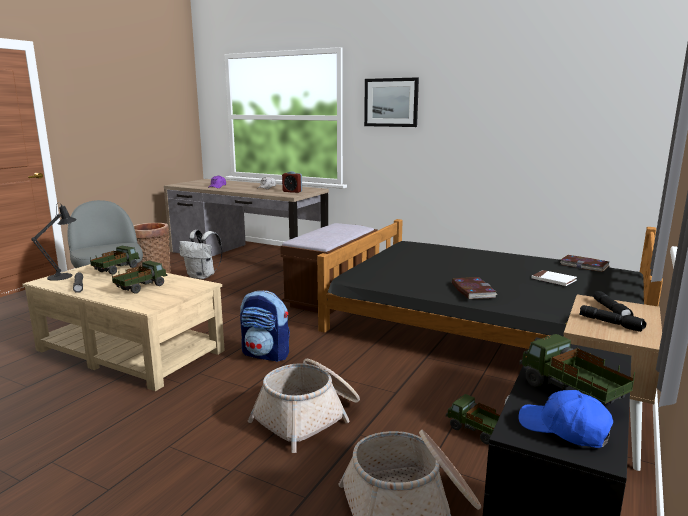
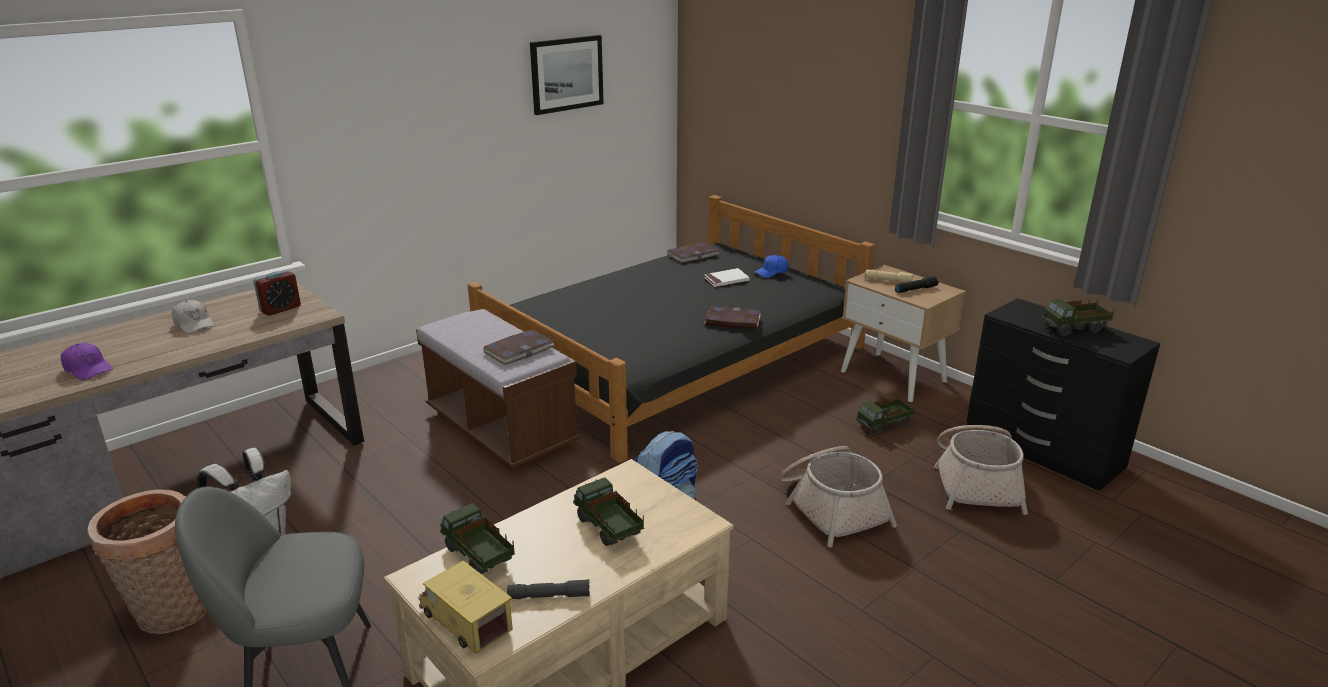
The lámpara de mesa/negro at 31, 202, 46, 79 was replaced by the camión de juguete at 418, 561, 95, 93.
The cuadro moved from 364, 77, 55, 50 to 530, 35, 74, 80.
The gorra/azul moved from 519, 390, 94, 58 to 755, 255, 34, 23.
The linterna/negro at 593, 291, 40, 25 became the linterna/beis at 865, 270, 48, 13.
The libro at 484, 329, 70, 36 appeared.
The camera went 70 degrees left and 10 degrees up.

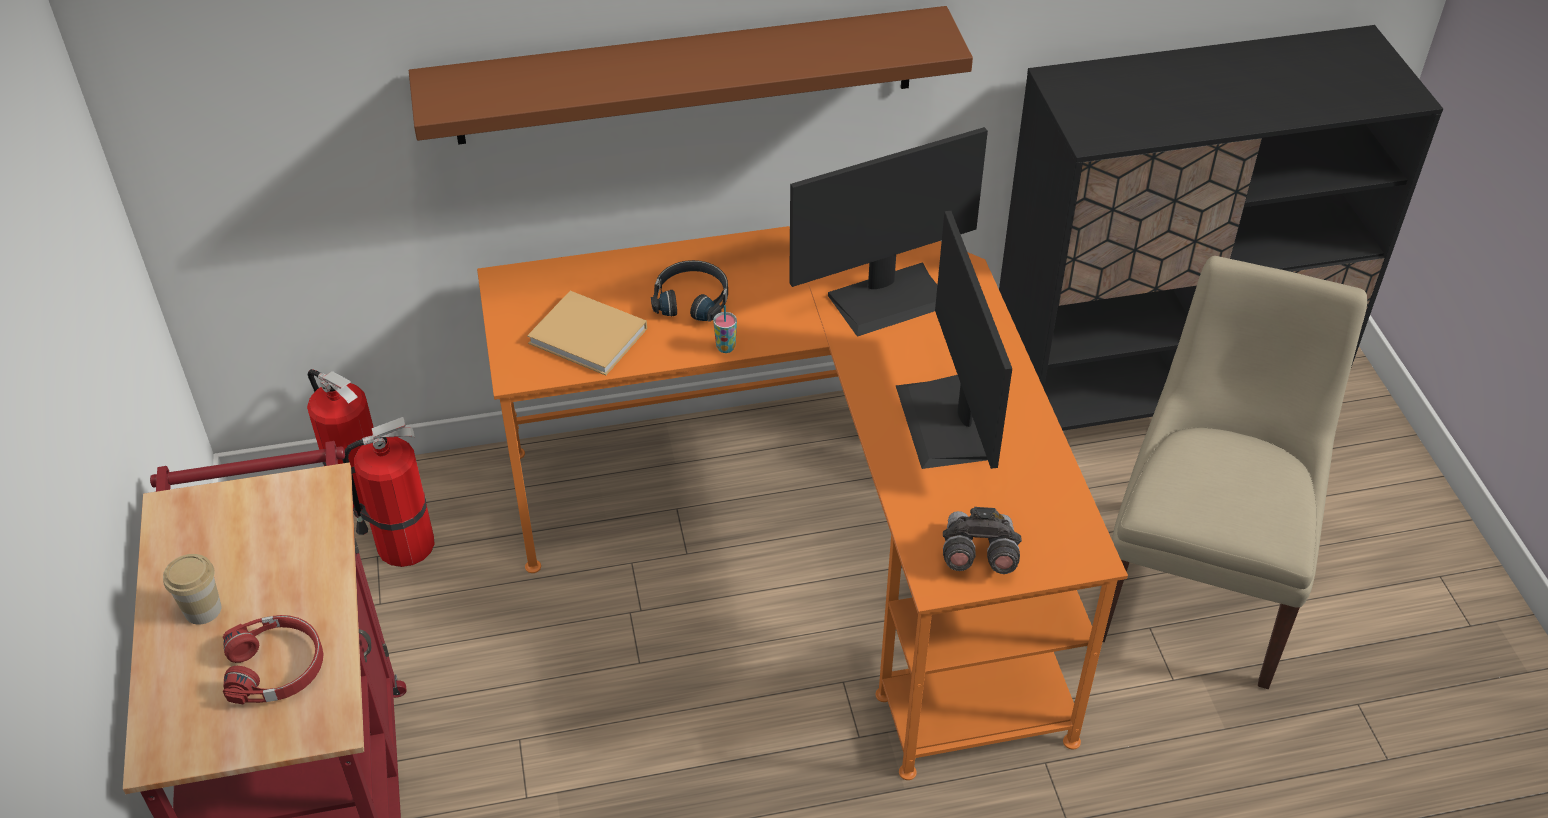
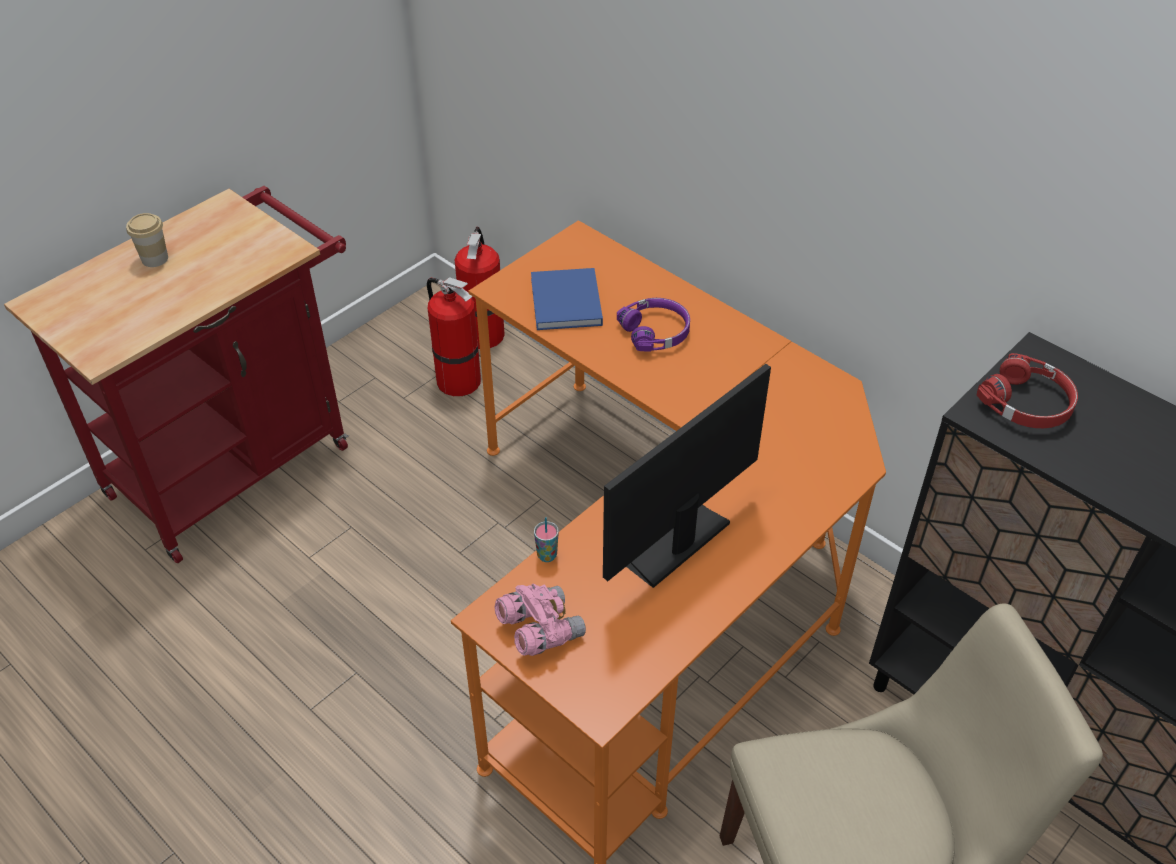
The auriculares/rojo moved from 223, 615, 100, 89 to 976, 353, 102, 75.
The estante/marrón at 409, 6, 564, 139 disappeared.
The libro/beis at 527, 291, 120, 84 became the libro/azul at 531, 268, 72, 62.
The auriculares/negro at 651, 260, 77, 62 became the auriculares/morado at 617, 298, 73, 53.
The taza moved from 713, 305, 24, 48 to 534, 517, 25, 45.
The monitor at 789, 127, 199, 210 disappeared.
The prismáticos/gris at 943, 507, 79, 67 became the prismáticos/rosa at 494, 584, 92, 72.
The camera went 55 degrees right and 0 degrees up.

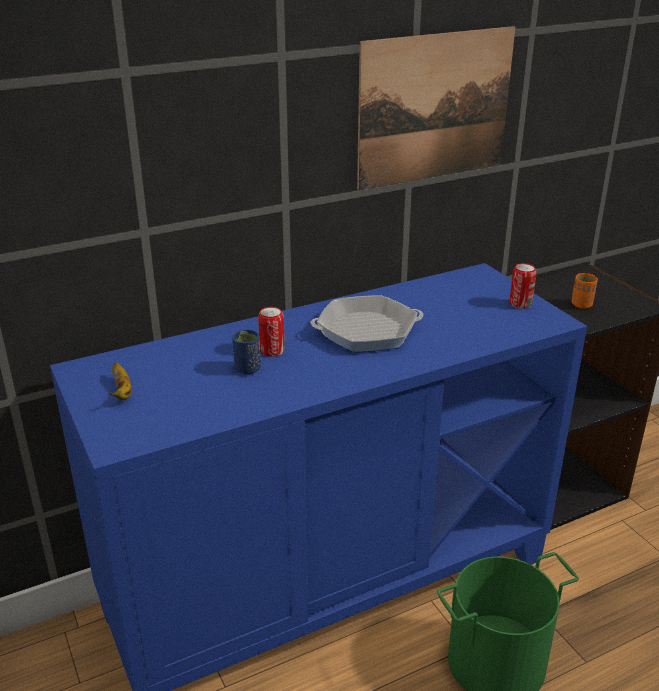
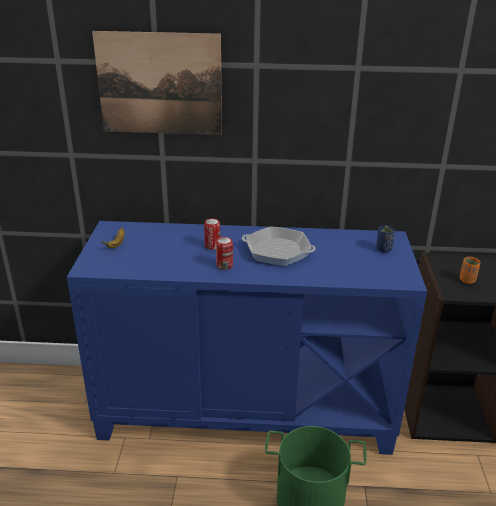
The taza/azul moved from 232, 330, 29, 44 to 376, 225, 19, 28.
The cuadro moved from 357, 26, 158, 164 to 92, 31, 130, 104.
The lata moved from 510, 263, 27, 46 to 216, 237, 17, 33.
The camera went 30 degrees right and 0 degrees up.

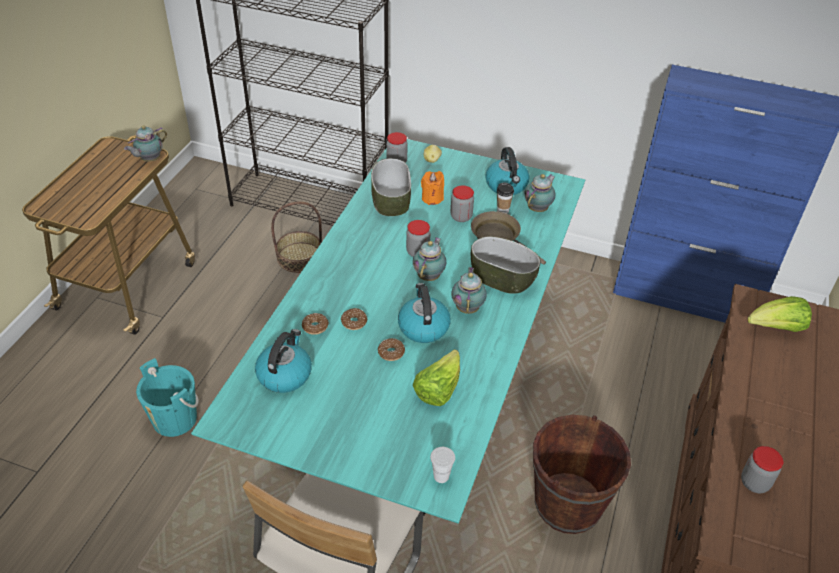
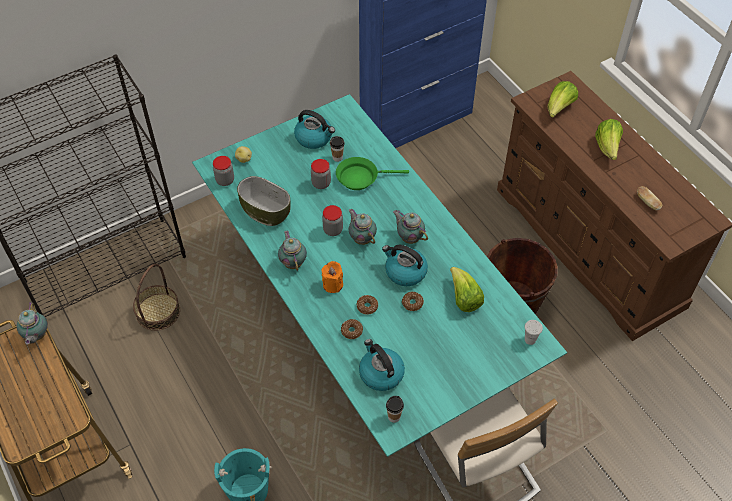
The vela/naranja moved from 421, 171, 23, 34 to 321, 261, 22, 32.
The sartén/marrón at 471, 211, 75, 54 became the sartén/verde at 336, 157, 73, 33.
The cuenco at 471, 236, 70, 58 disappeared.
The tetera moved from 525, 174, 30, 38 to 278, 231, 29, 40.
The tarro at 741, 446, 42, 47 was replaced by the pan at 637, 186, 25, 24.
The taza at 386, 396, 18, 27 appeared.
The lechuga at 595, 119, 28, 41 appeared.
The camera went 50 degrees left and 10 degrees up.

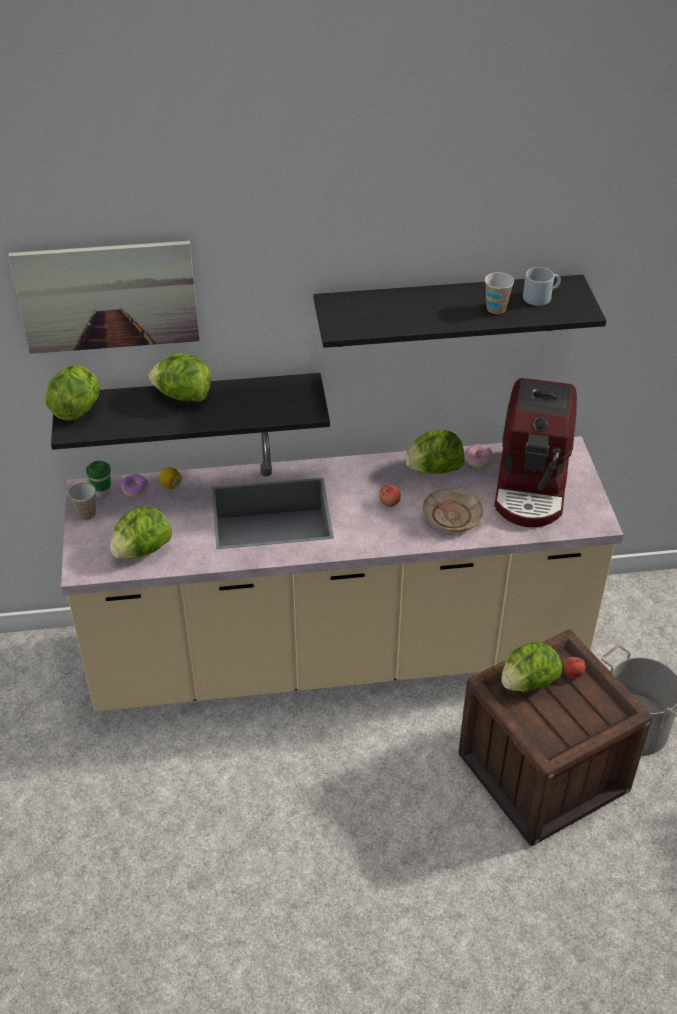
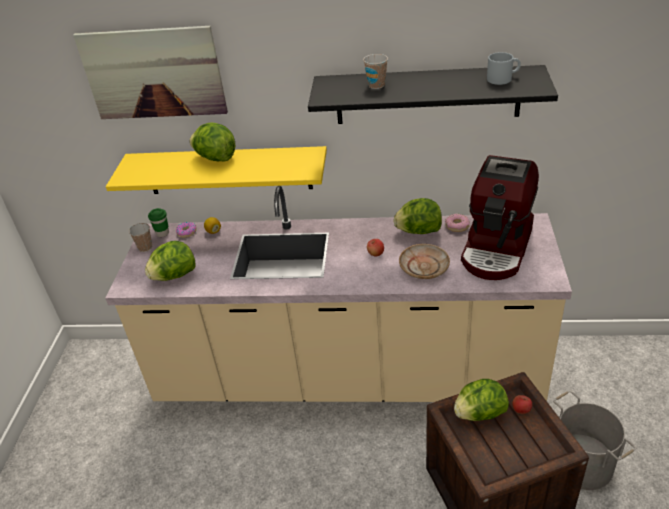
The lechuga at 45, 365, 55, 56 disappeared.
The estante/negro at 51, 373, 279, 77 became the estante/amarillo at 106, 146, 221, 48.
The taza moved from 485, 272, 29, 42 to 363, 54, 25, 35.
The camera went 15 degrees right and 5 degrees down.

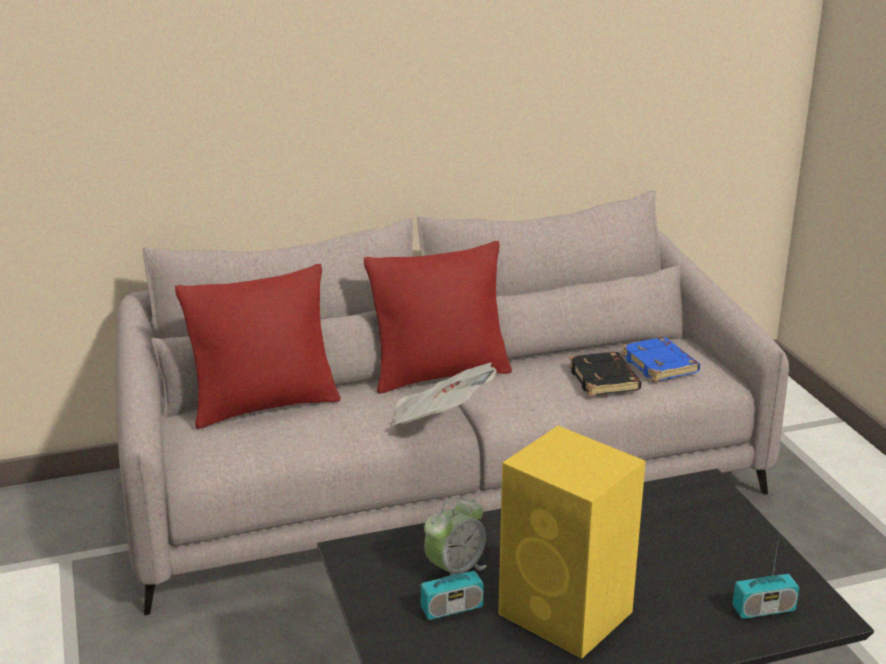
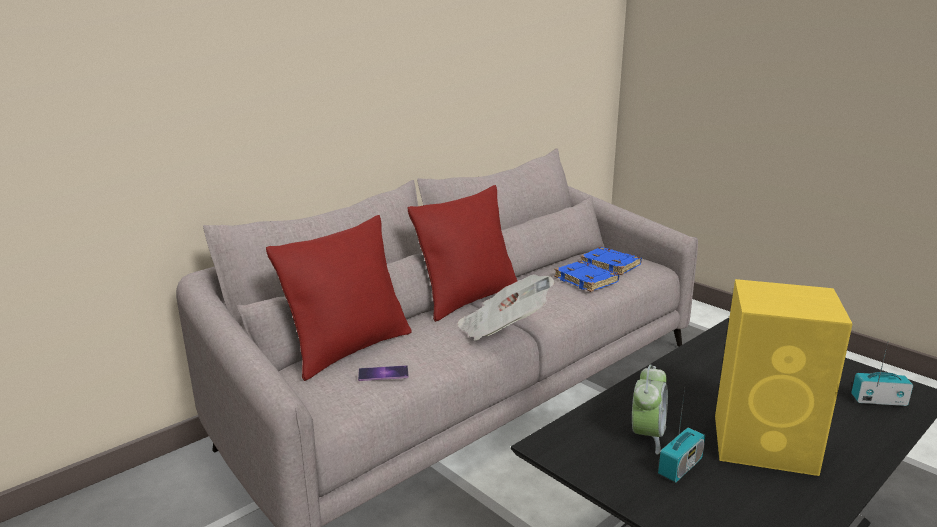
The libro/negro at 569, 352, 72, 44 became the libro/azul at 554, 261, 65, 31.
The radio at 732, 530, 67, 89 turned 135 degrees counterclockwise.
The móvil at 358, 365, 51, 16 appeared.
The camera went 25 degrees left and 5 degrees down.

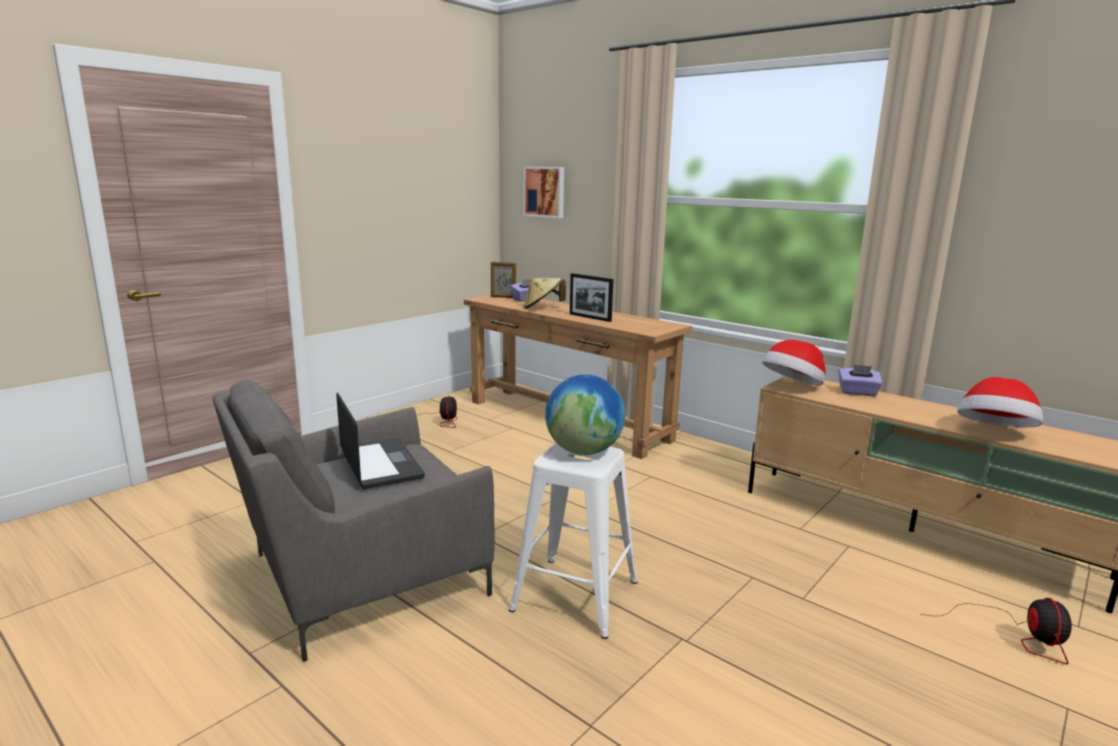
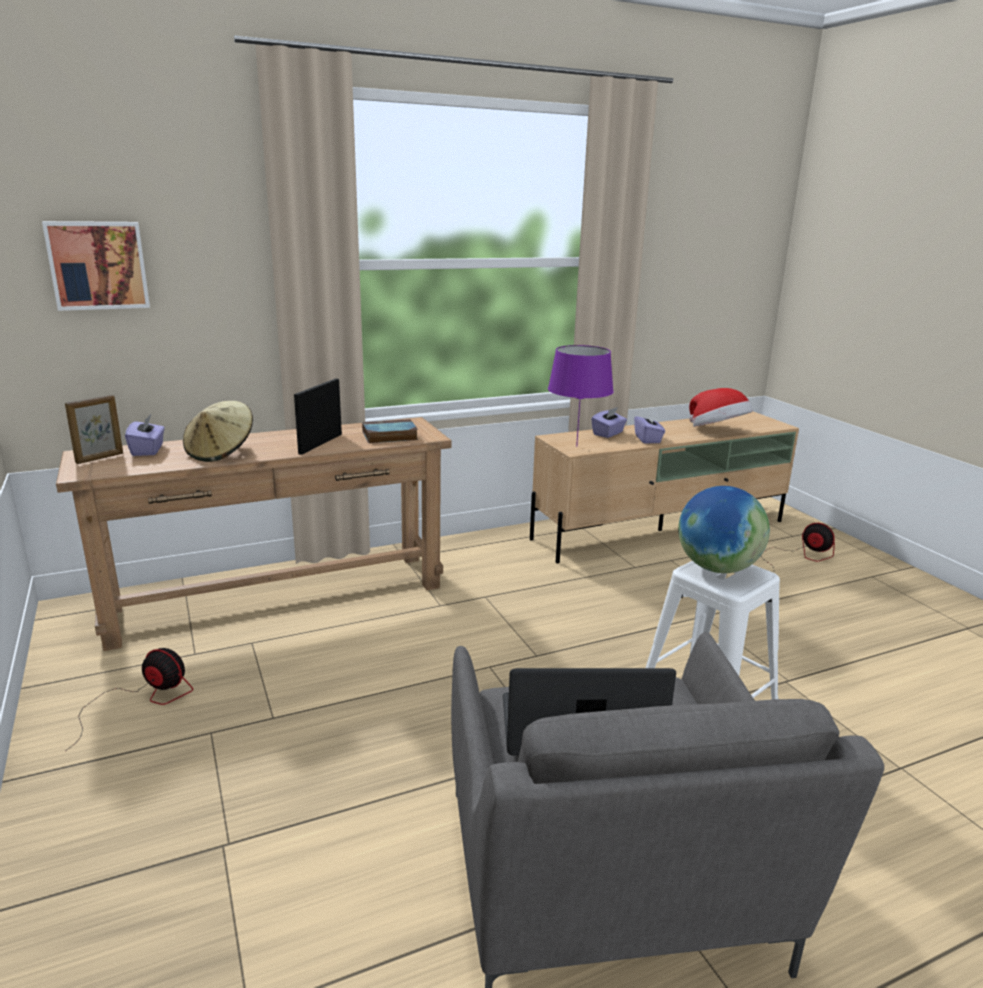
The portarretratos at 570, 273, 43, 49 turned 135 degrees clockwise.
The sombrero at 762, 340, 64, 45 was replaced by the lámpara de mesa/morado at 548, 345, 66, 102.
The libro at 362, 419, 56, 24 appeared.
The caja de pañuelos/morado at 634, 412, 31, 31 appeared.
The camera went 65 degrees left and 5 degrees up.

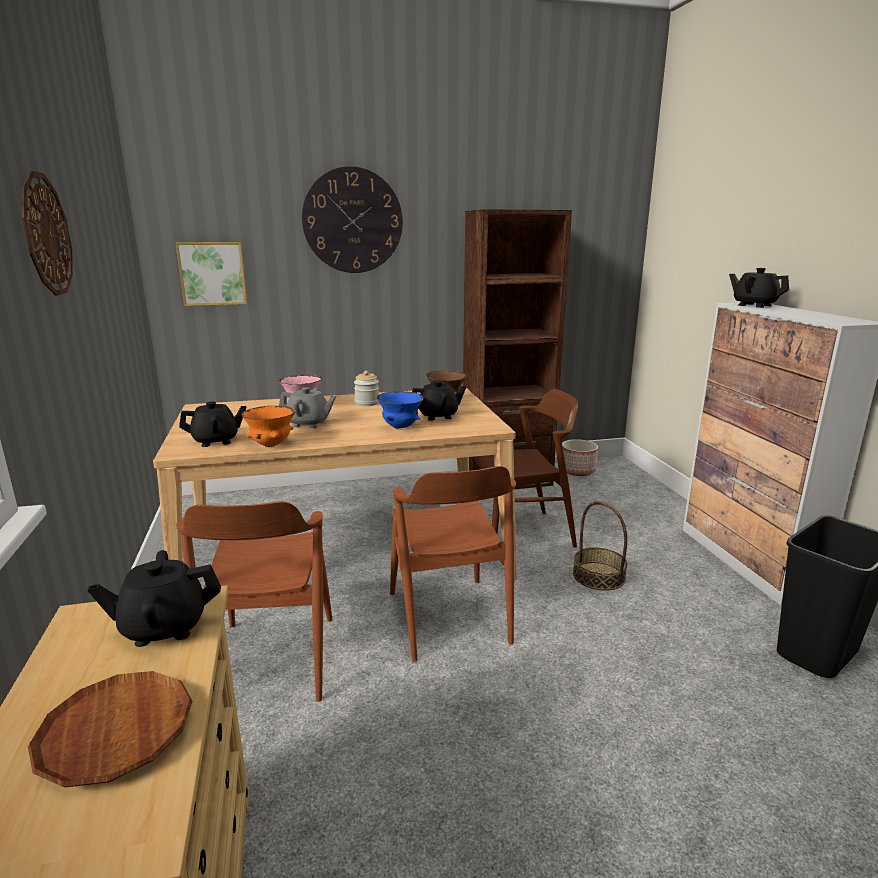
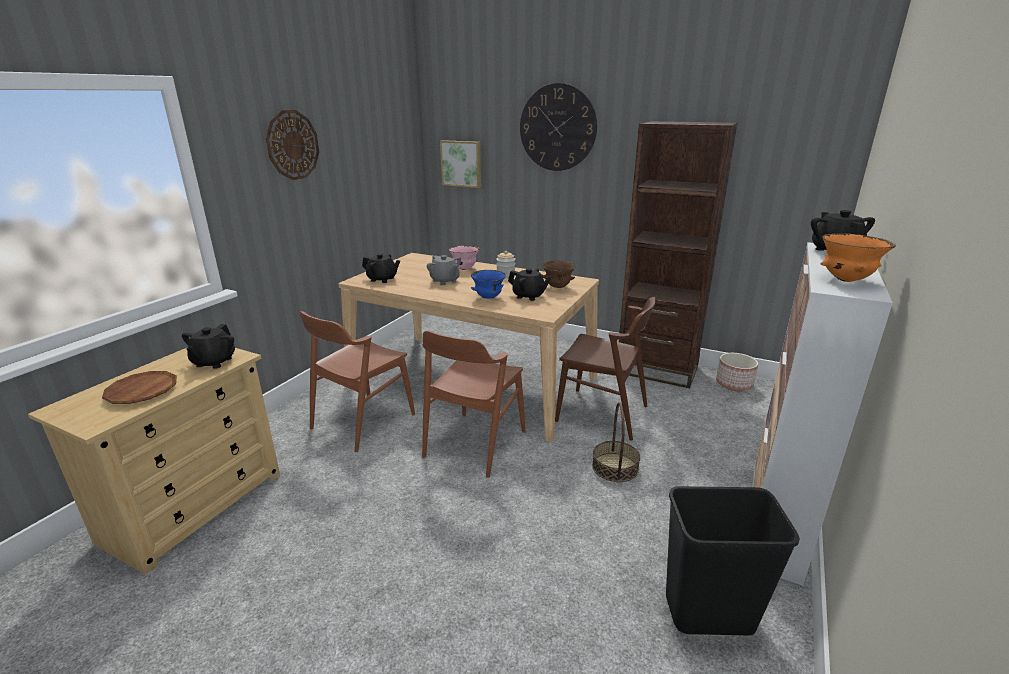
The tetera/negro at 88, 550, 133, 97 turned 105 degrees counterclockwise.
The cuenco/naranja moved from 241, 406, 55, 41 to 820, 233, 76, 49.
The camera went 40 degrees right and 5 degrees up.

